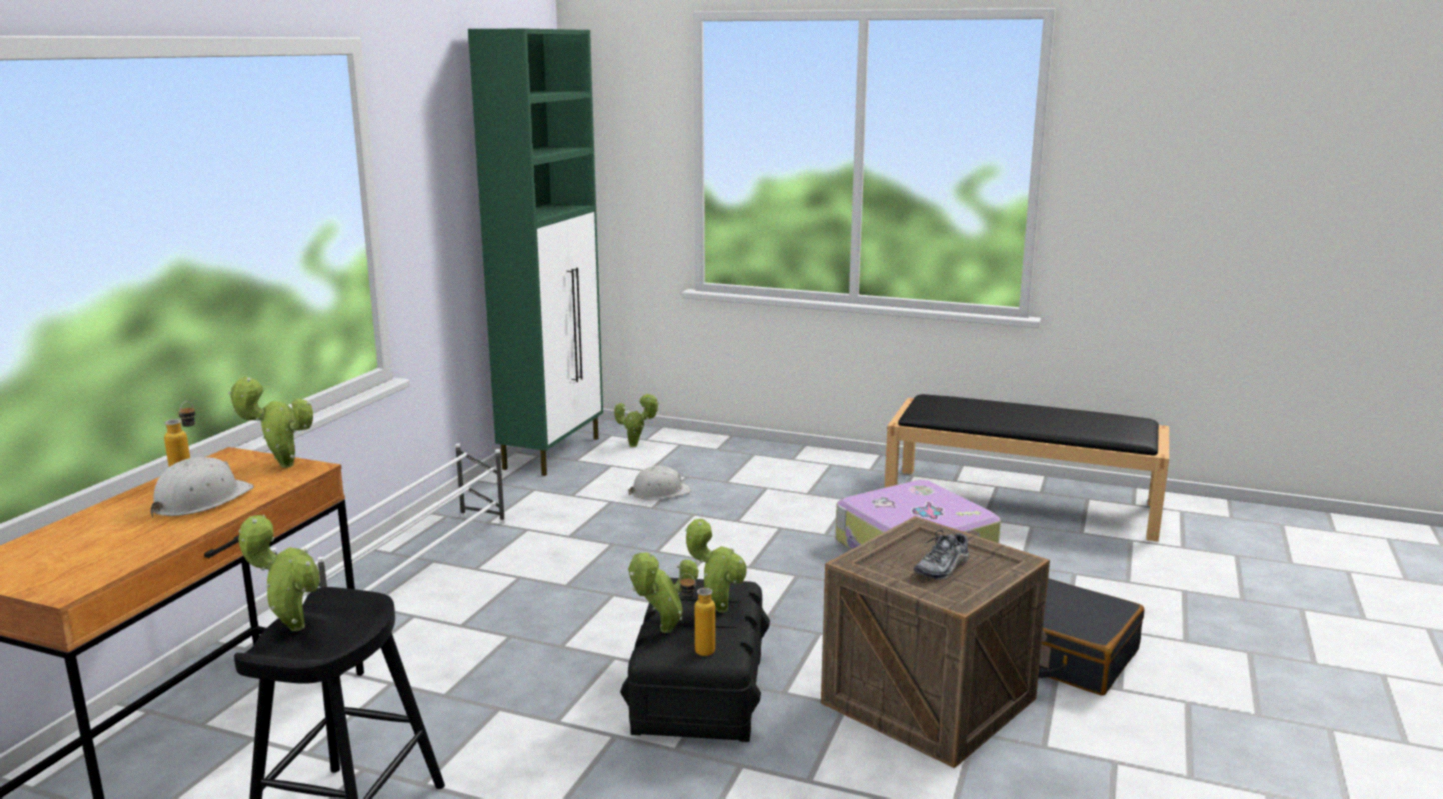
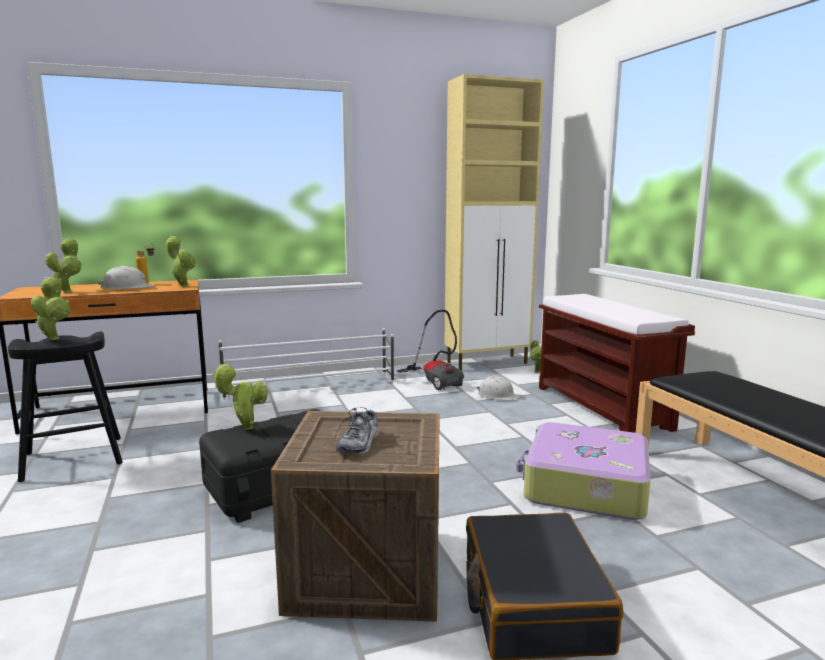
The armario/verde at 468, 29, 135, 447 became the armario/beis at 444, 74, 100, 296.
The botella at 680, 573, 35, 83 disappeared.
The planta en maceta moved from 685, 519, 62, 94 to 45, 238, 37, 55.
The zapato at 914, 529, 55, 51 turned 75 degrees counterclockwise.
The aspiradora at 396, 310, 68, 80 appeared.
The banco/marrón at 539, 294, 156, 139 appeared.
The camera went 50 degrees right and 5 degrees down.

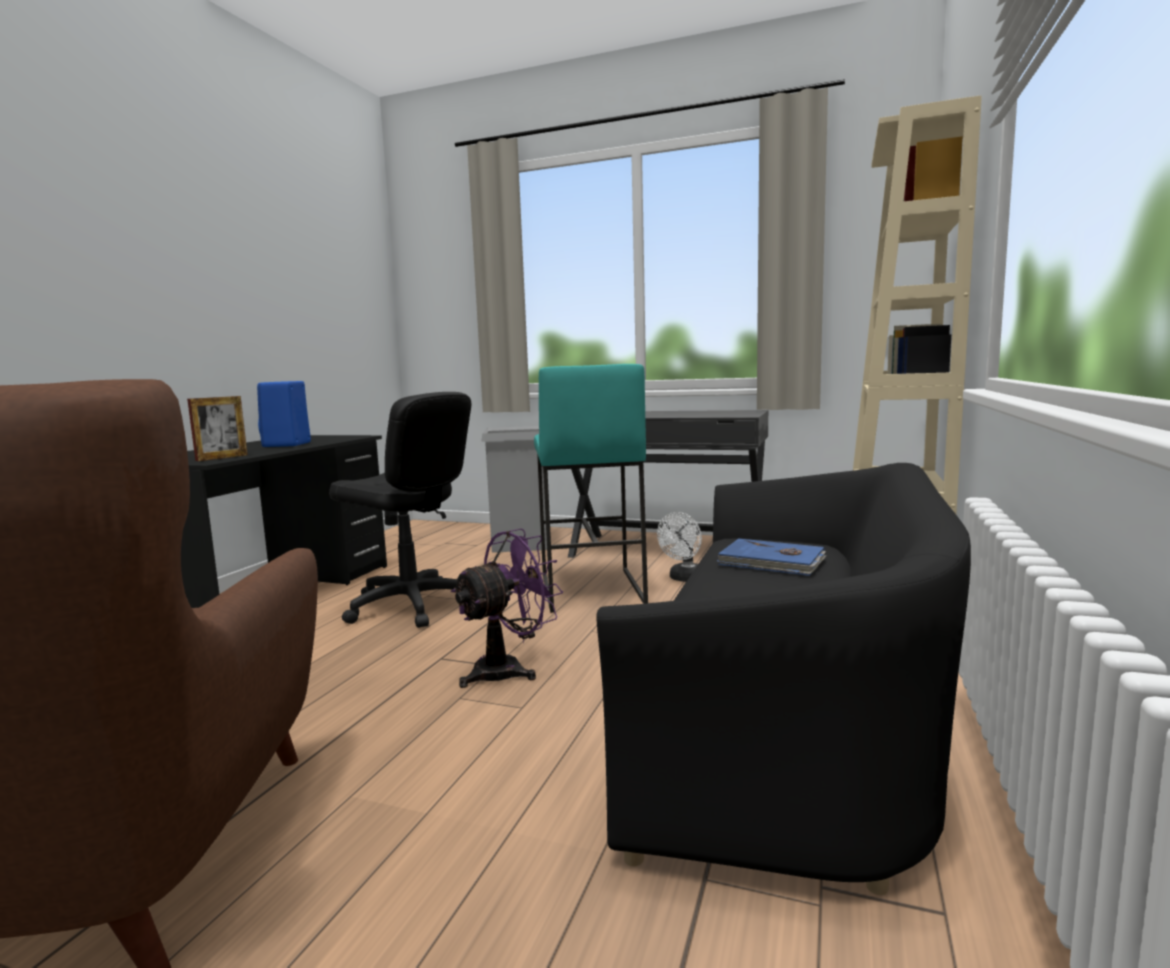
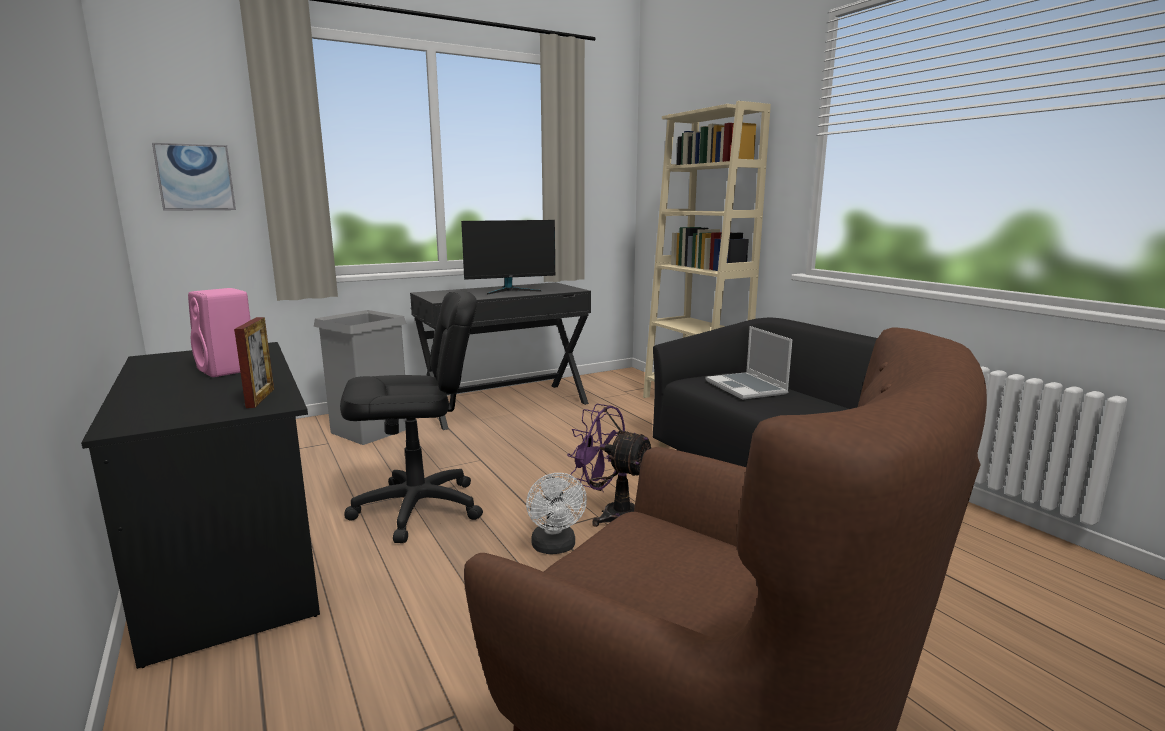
The altavoz/azul at 257, 381, 54, 66 became the altavoz/rosa at 188, 288, 63, 89.
The ventilador/morado at 450, 528, 113, 160 turned 60 degrees counterclockwise.
The taburete/turquesa at 534, 364, 114, 249 disappeared.
The ventilador/blanco moved from 657, 512, 45, 70 to 526, 473, 61, 81.
The libro/azul at 716, 539, 110, 37 was replaced by the portátil at 705, 326, 87, 74.
The cuadro at 152, 143, 84, 68 appeared.
The monitor at 461, 220, 95, 74 appeared.
The camera went 50 degrees left and 5 degrees up.

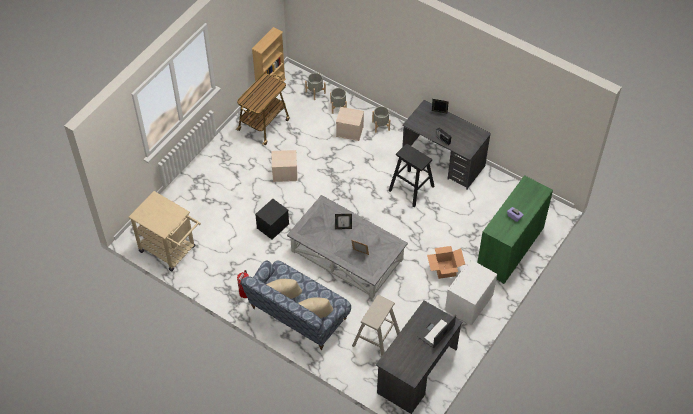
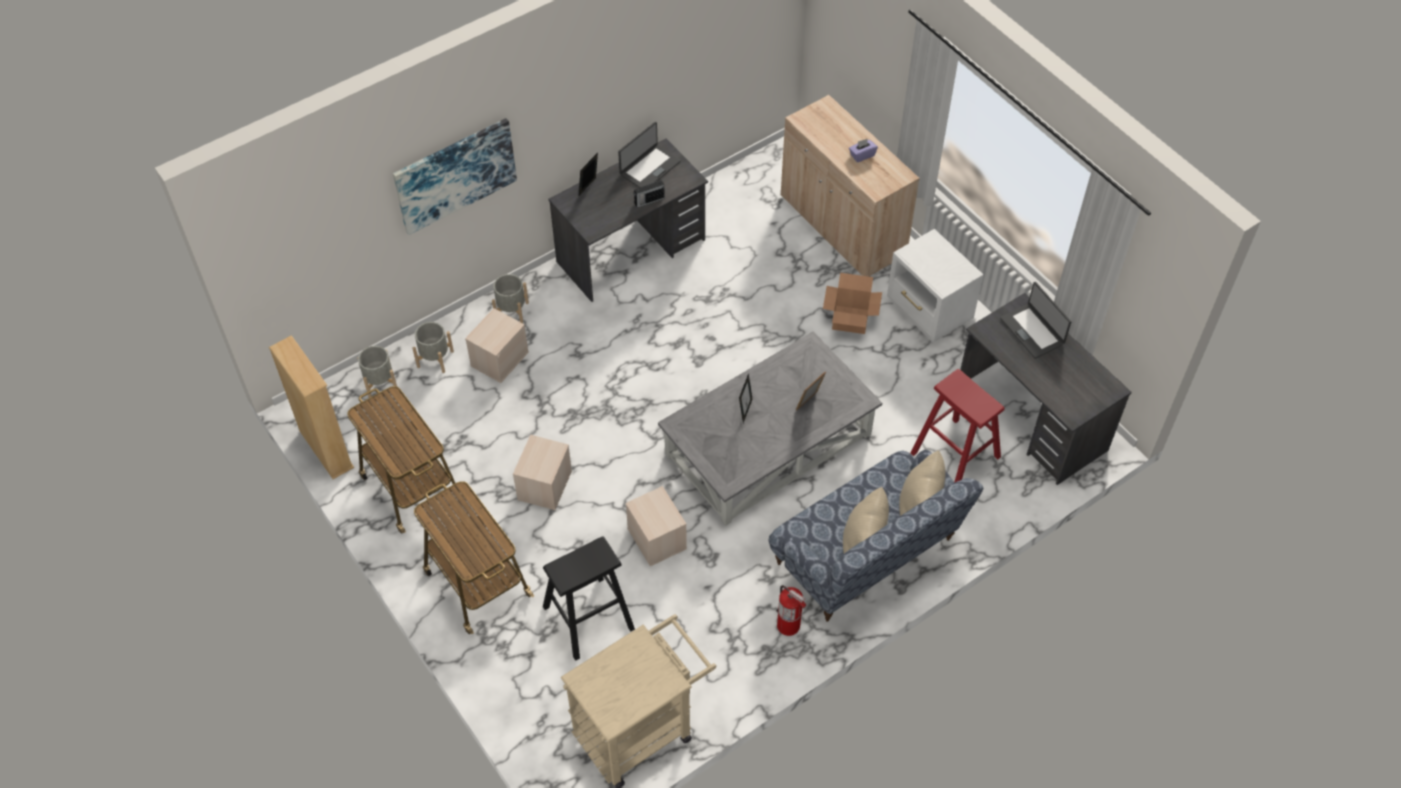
The caja de almacenaje/negro at 255, 199, 34, 41 became the caja de almacenaje/beis at 625, 486, 62, 80.
The taburete/beis at 352, 295, 48, 62 became the taburete/rojo at 910, 369, 95, 114.
The taburete/negro moved from 389, 144, 45, 63 to 543, 536, 92, 125.
The armario/verde at 477, 175, 76, 109 became the armario/beis at 781, 95, 139, 182.
The cuadro at 393, 118, 124, 117 appeared.
The carrito at 414, 481, 120, 153 appeared.
The portátil at 618, 122, 63, 66 appeared.
The camera went 70 degrees left and 0 degrees up.

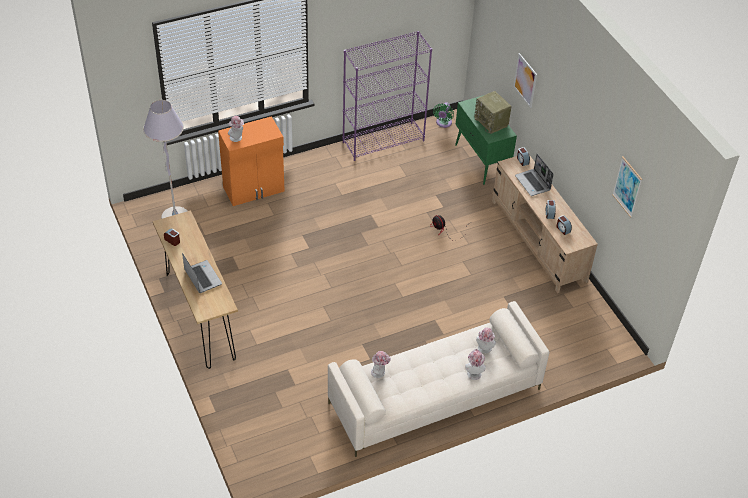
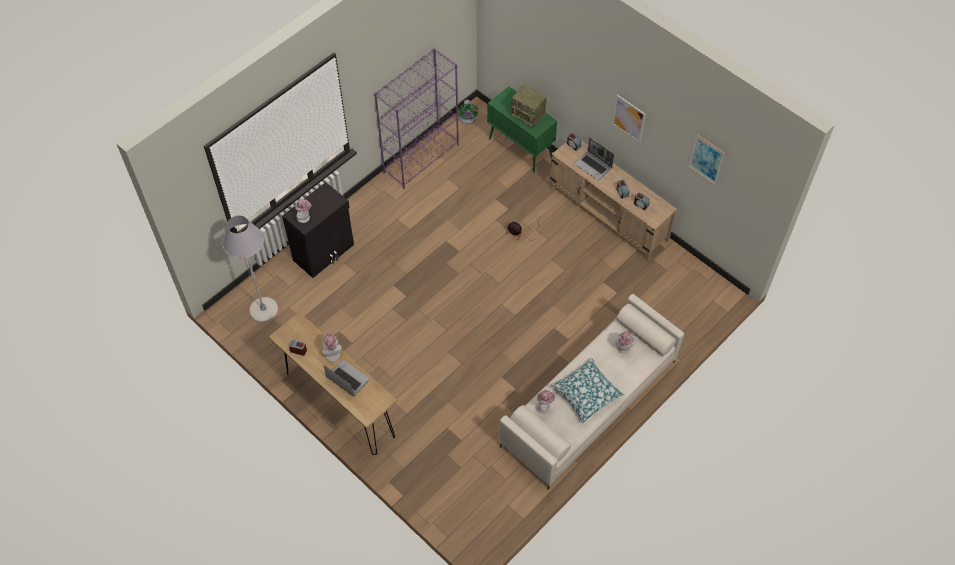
The armario/naranja at 218, 116, 67, 90 became the armario/negro at 282, 182, 72, 96.
The sombrero moved from 465, 349, 21, 31 to 322, 333, 20, 28.
The cuadro moved from 513, 53, 24, 55 to 612, 95, 34, 48.
The cojín at 551, 358, 73, 65 appeared.
The camera went 20 degrees left and 10 degrees up.

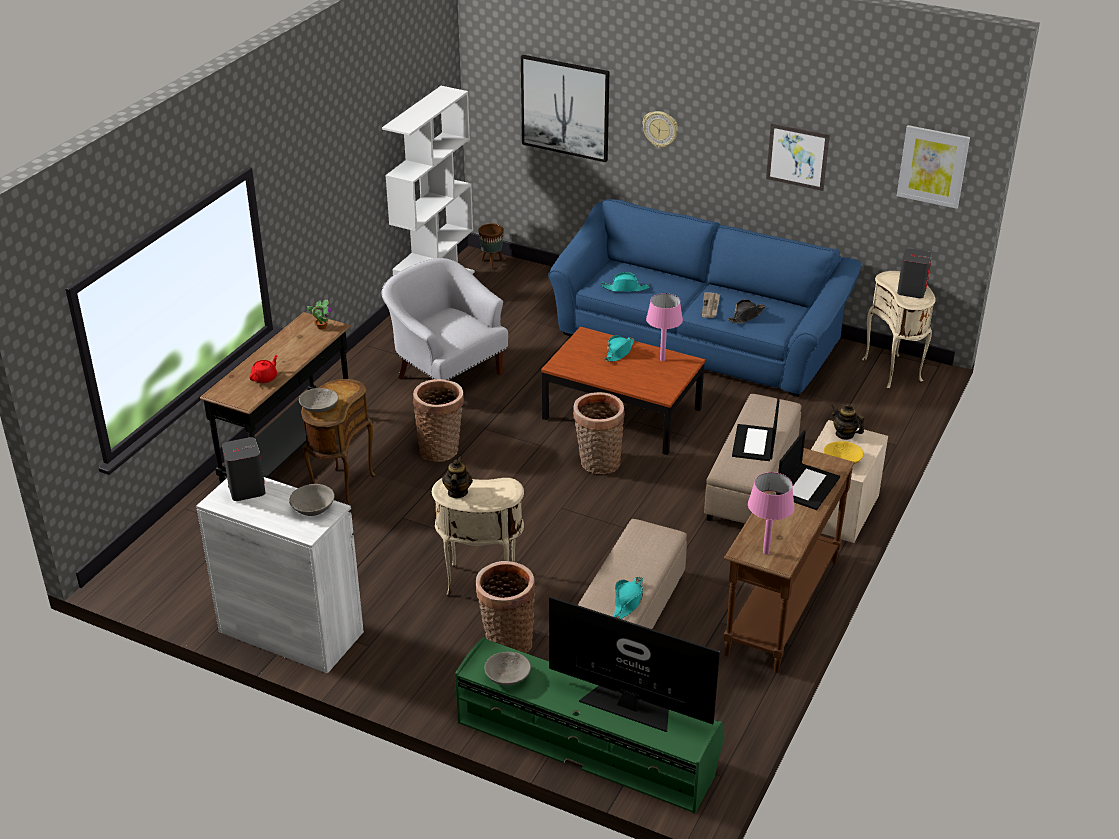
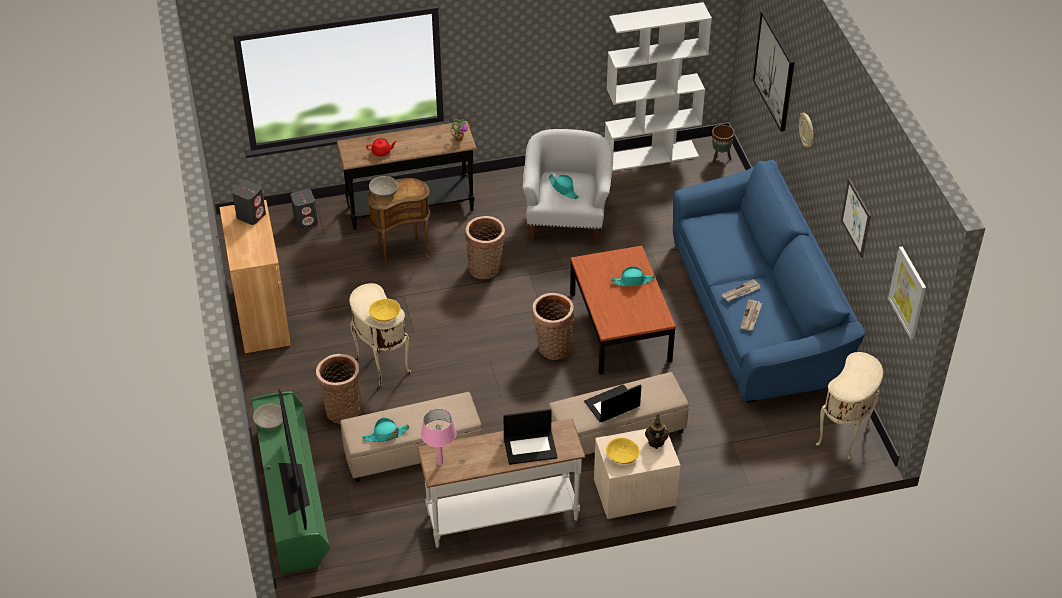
The armario/blanco at 196, 477, 168, 197 became the armario/marrón at 220, 200, 71, 153.
The cuenco/gris at 289, 484, 46, 32 disappeared.
The tetera at 442, 456, 31, 42 disappeared.
The sombrero/turquesa moved from 601, 272, 49, 20 to 548, 174, 31, 25.
The lámpara de mesa/rosa at 646, 293, 37, 68 disappeared.
The mesa consola/marrón at 723, 448, 132, 225 became the mesa consola/blanco at 417, 418, 169, 130.
The sombrero/negro at 728, 299, 38, 24 was replaced by the periódico at 740, 300, 22, 31.
The altavoz/gris moved from 897, 248, 35, 50 to 291, 189, 27, 40.
The cuenco/amarillo at 369, 298, 32, 24 appeared.
The camera went 50 degrees right and 10 degrees up.

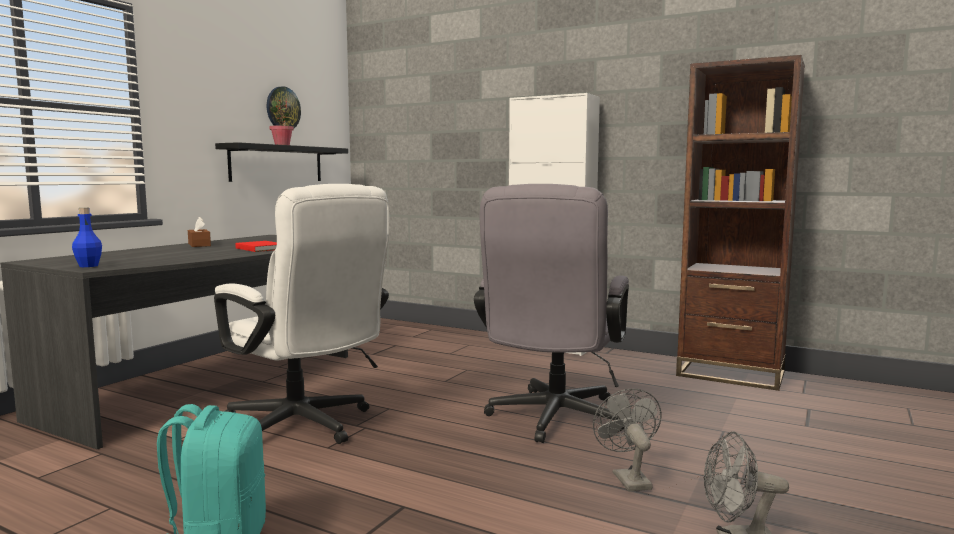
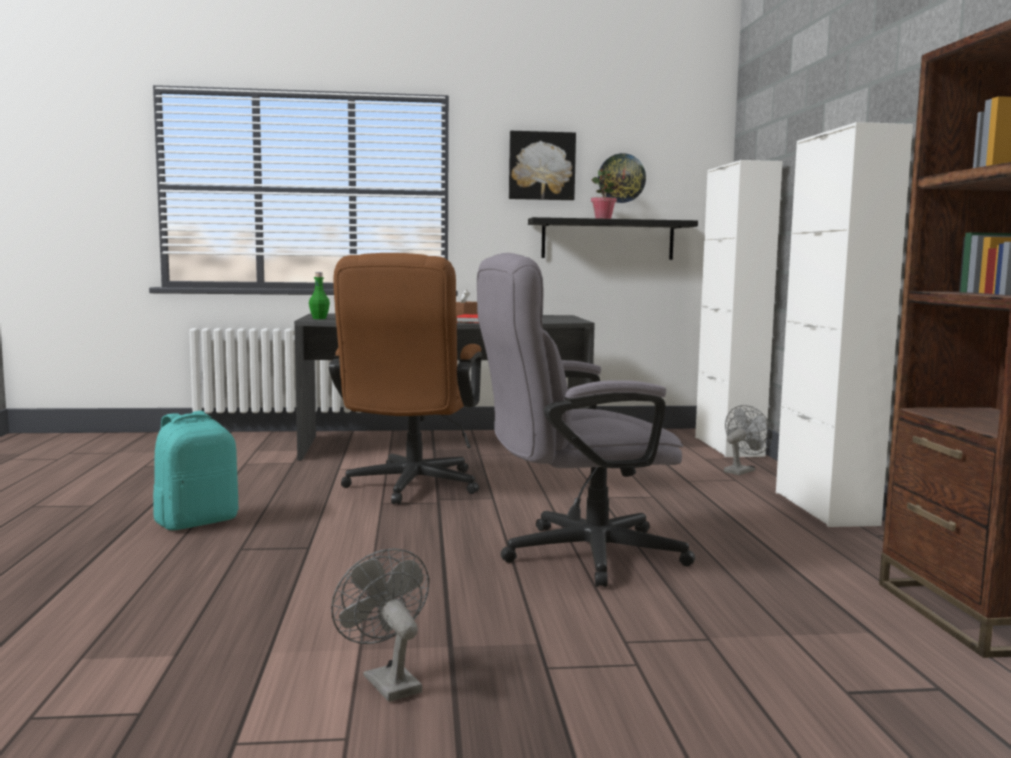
The botella/azul at 72, 208, 30, 59 became the botella/verde at 309, 272, 21, 47.
The silla de oficina/blanco at 214, 184, 175, 260 became the silla de oficina/marrón at 329, 253, 153, 252.
The ventilador/gris moved from 593, 389, 69, 102 to 724, 405, 48, 70.
The cuadro at 509, 131, 67, 69 appeared.
The armario/blanco at 695, 160, 87, 297 appeared.
The camera went 55 degrees right and 0 degrees up.

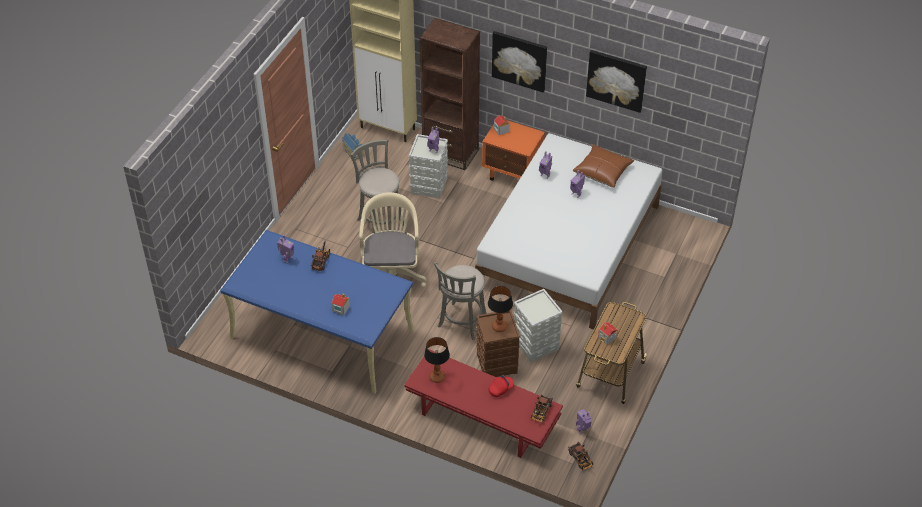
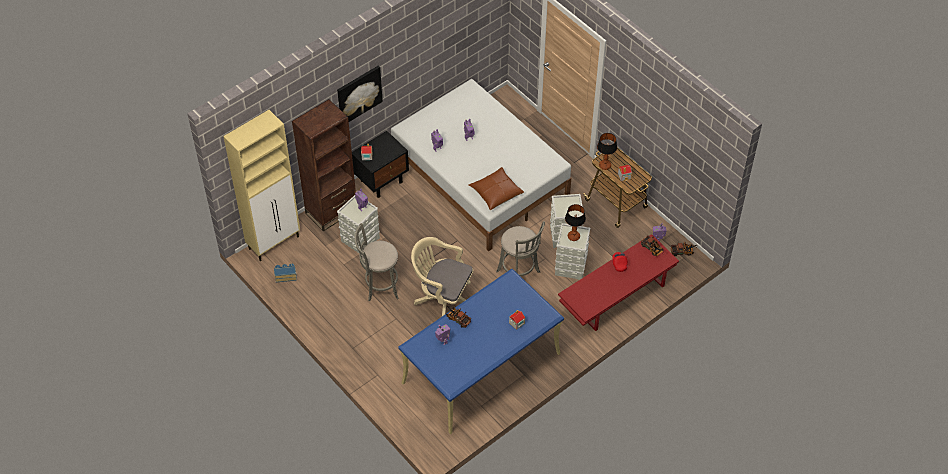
The lámpara de mesa moved from 424, 337, 26, 46 to 597, 133, 20, 37.
The caja de almacenaje/marrón at 476, 310, 44, 67 became the caja de almacenaje/gris at 555, 223, 35, 56.
The mesita de noche/naranja at 482, 120, 63, 61 became the mesita de noche/negro at 352, 131, 57, 67.
The cojín/marrón moved from 573, 144, 61, 44 to 469, 167, 55, 43.
The cuadro at 586, 50, 61, 63 disappeared.
The camera went 65 degrees left and 5 degrees up.

